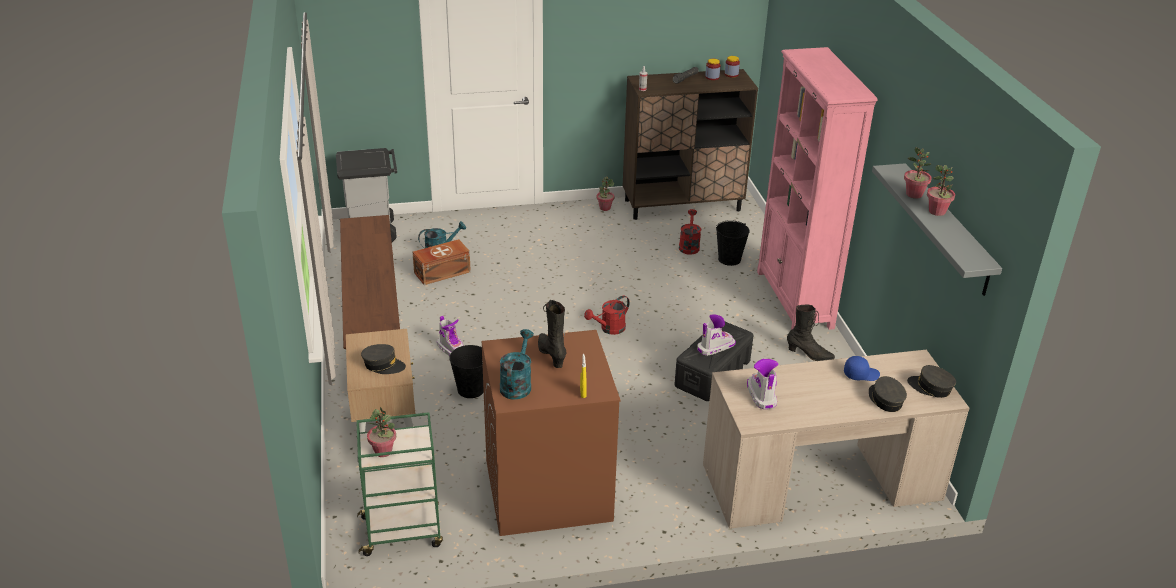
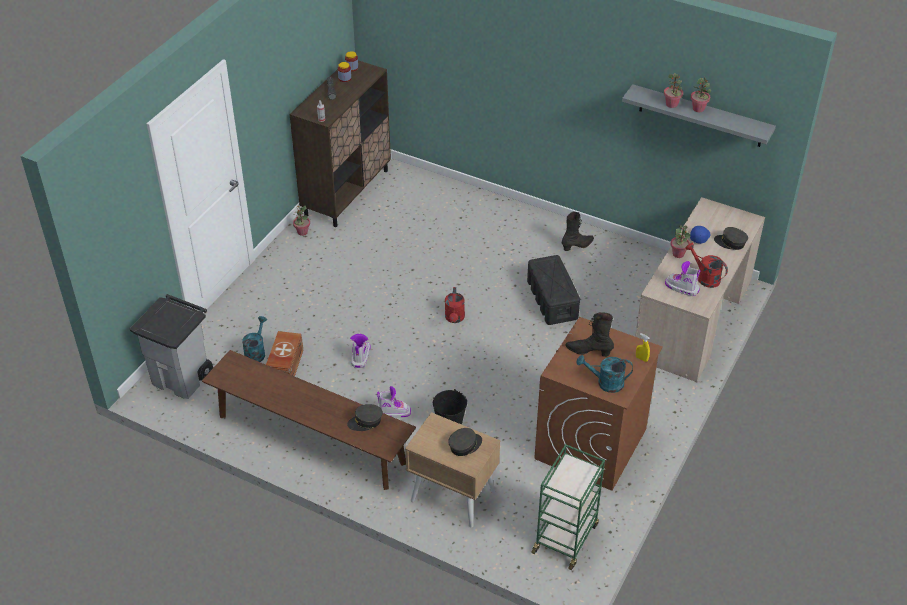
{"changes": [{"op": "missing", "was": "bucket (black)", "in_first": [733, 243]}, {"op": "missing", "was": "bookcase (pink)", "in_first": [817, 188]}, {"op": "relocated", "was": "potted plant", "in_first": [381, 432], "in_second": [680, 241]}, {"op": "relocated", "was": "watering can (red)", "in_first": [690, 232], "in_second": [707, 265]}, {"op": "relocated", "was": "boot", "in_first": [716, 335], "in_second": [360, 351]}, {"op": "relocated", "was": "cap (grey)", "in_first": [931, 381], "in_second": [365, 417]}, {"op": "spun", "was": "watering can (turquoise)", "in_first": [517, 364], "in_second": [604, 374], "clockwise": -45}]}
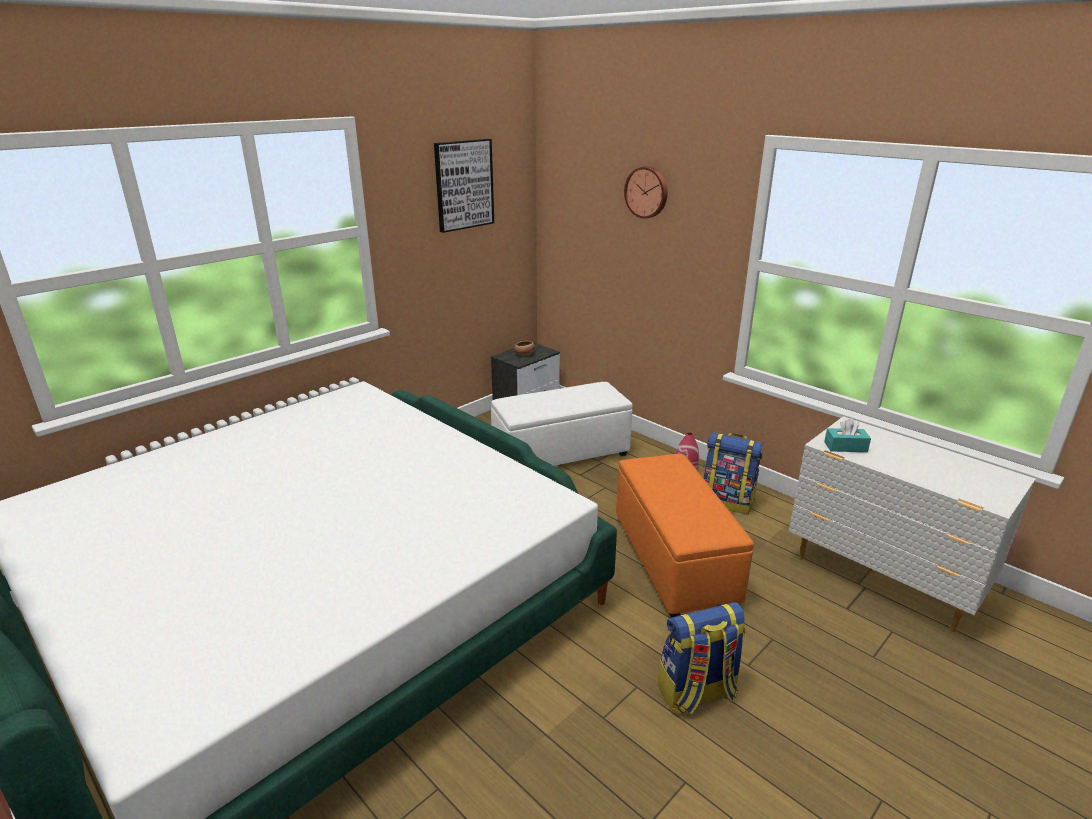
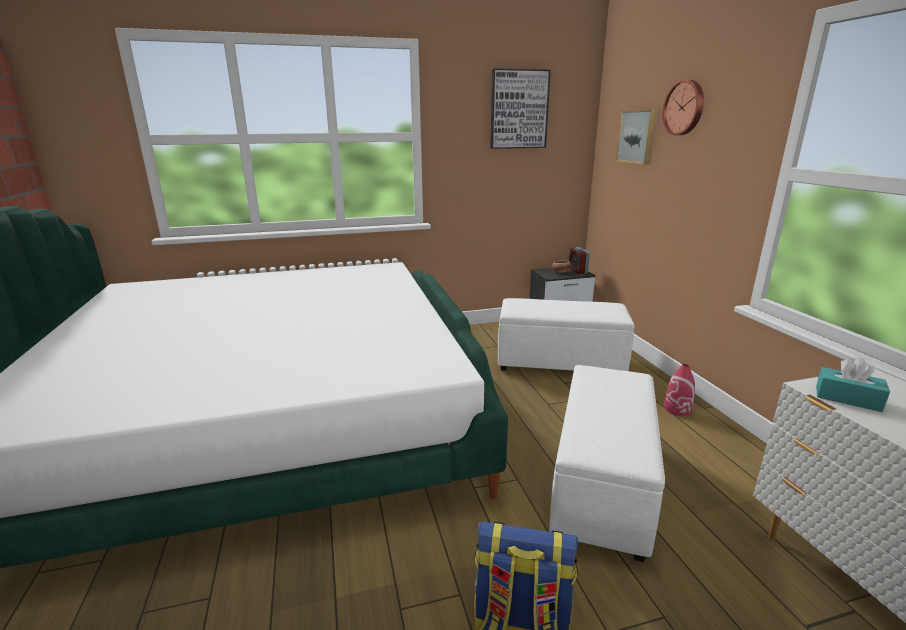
{"changes": [{"op": "missing", "was": "backpack", "in_first": [732, 473]}, {"op": "appeared", "now": "alarm clock", "in_second": [579, 260]}, {"op": "appeared", "now": "picture", "in_second": [637, 137]}, {"op": "colour", "was": "ottoman (orange)", "now": "ottoman (white)", "in_first": [685, 536], "in_second": [607, 463]}]}
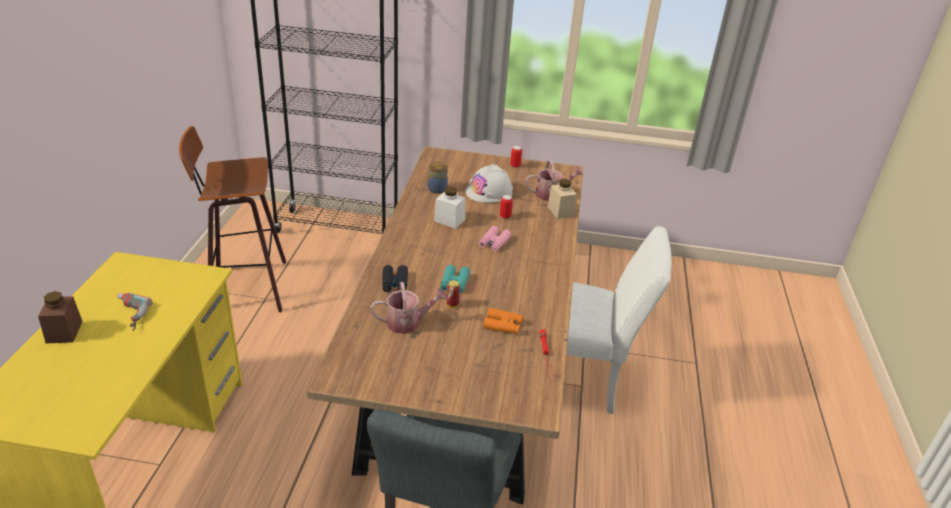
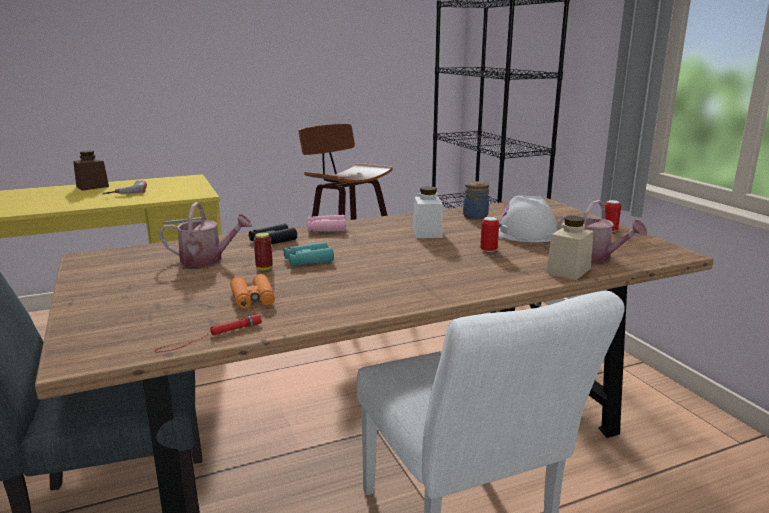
{"changes": [{"op": "relocated", "was": "binoculars (pink)", "in_first": [495, 238], "in_second": [326, 223]}, {"op": "spun", "was": "watering can", "in_first": [408, 308], "in_second": [205, 234], "clockwise": -45}]}
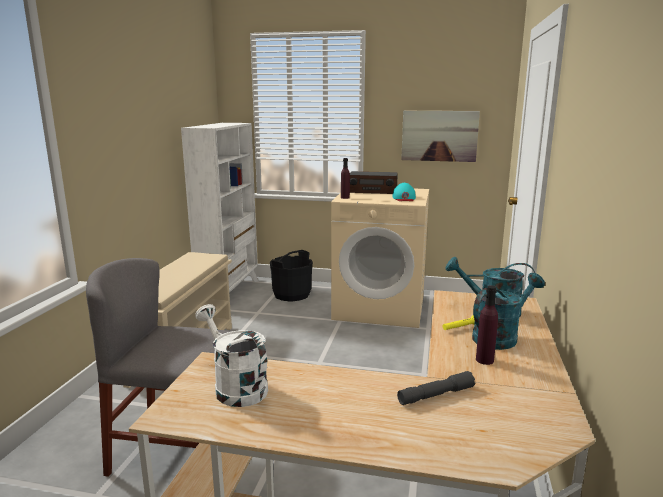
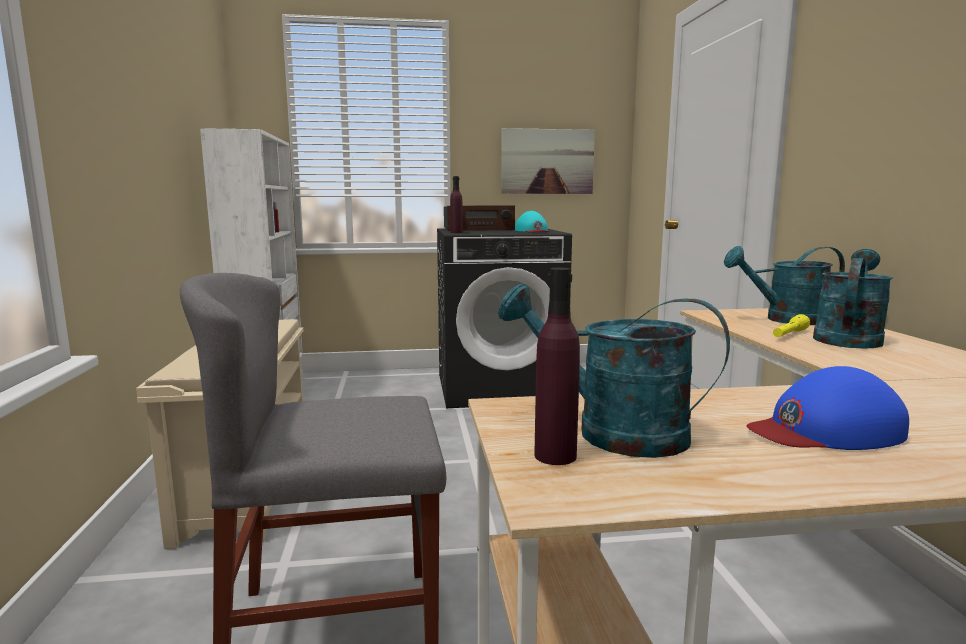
{"changes": [{"op": "missing", "was": "bucket (black)", "in_first": [291, 275]}, {"op": "missing", "was": "flashlight (grey)", "in_first": [436, 388]}, {"op": "appeared", "now": "cap (blue)", "in_second": [827, 408]}, {"op": "relocated", "was": "bottle (purple)", "in_first": [487, 325], "in_second": [557, 366]}, {"op": "colour", "was": "watering can (white)", "now": "watering can (turquoise)", "in_first": [231, 355], "in_second": [614, 371]}, {"op": "colour", "was": "washing machine (beige)", "now": "washing machine (black)", "in_first": [380, 258], "in_second": [504, 318]}]}
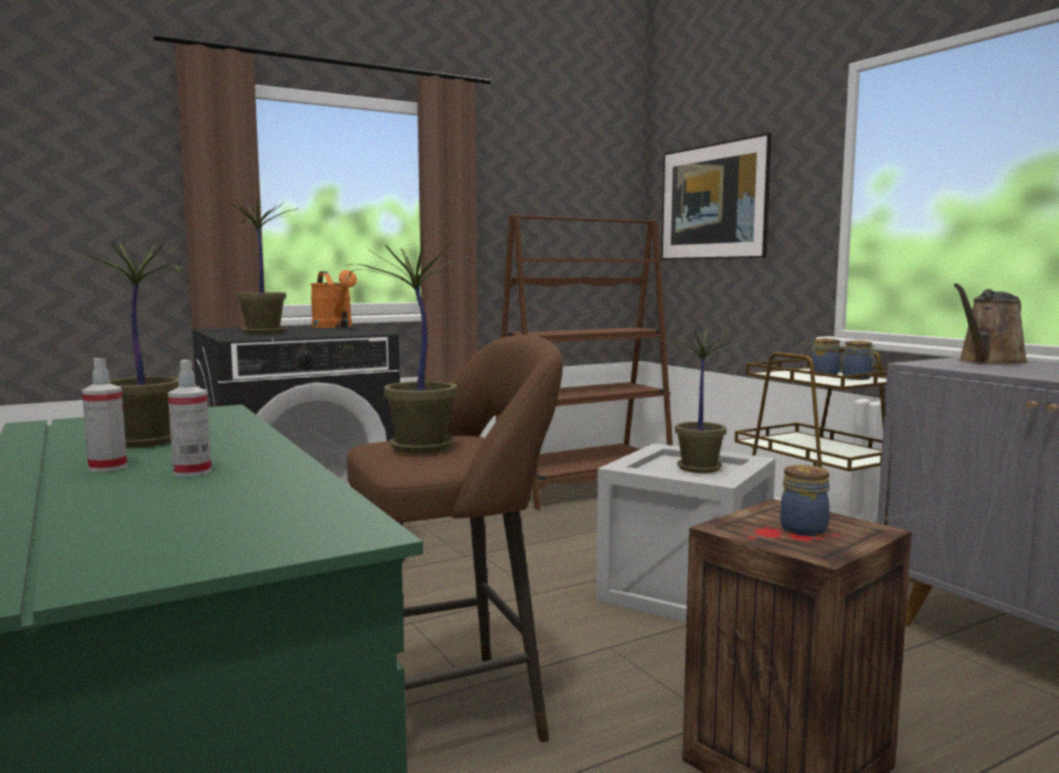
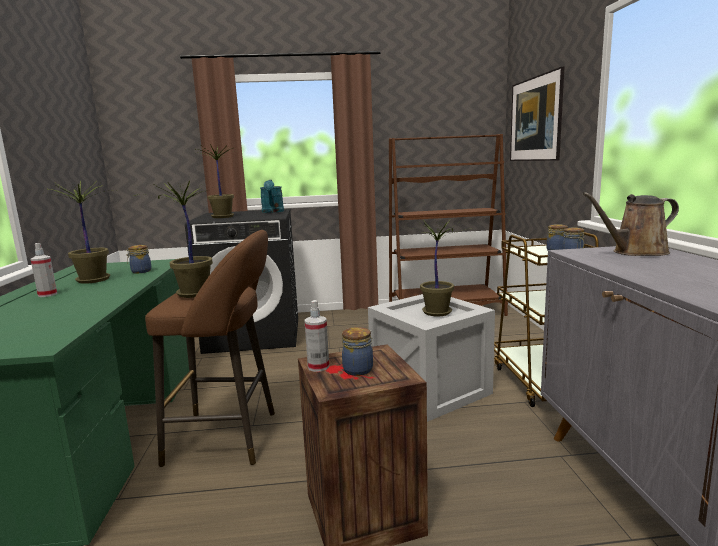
{"changes": [{"op": "appeared", "now": "jar", "in_second": [138, 259]}, {"op": "relocated", "was": "spray bottle", "in_first": [190, 418], "in_second": [316, 336]}, {"op": "colour", "was": "watering can (orange)", "now": "watering can (turquoise)", "in_first": [333, 299], "in_second": [272, 196]}]}
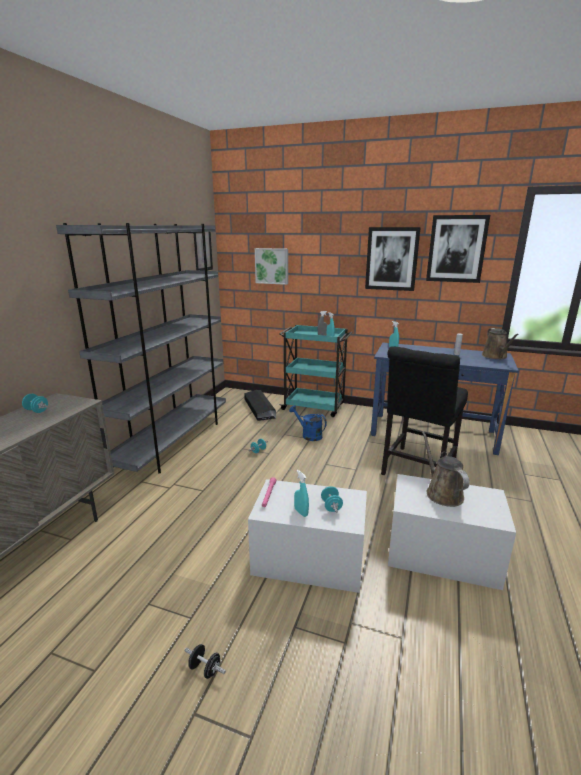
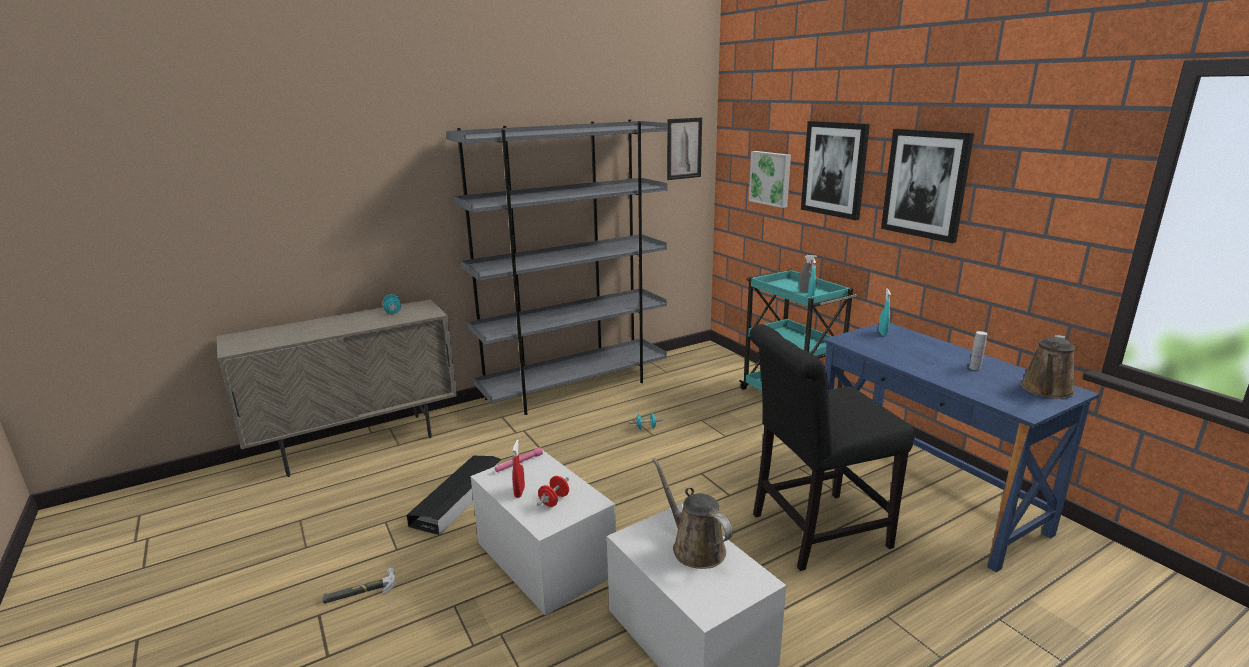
{"changes": [{"op": "missing", "was": "watering can (blue)", "in_first": [308, 423]}, {"op": "relocated", "was": "storage box (black)", "in_first": [260, 405], "in_second": [454, 496]}, {"op": "relocated", "was": "picture", "in_first": [458, 249], "in_second": [835, 170]}, {"op": "exchanged", "was": "dumbbell (black)", "now": "hammer", "in_first": [205, 661], "in_second": [359, 586]}, {"op": "colour", "was": "spray bottle (turquoise)", "now": "spray bottle (red)", "in_first": [301, 493], "in_second": [518, 469]}, {"op": "colour", "was": "dumbbell (turquoise)", "now": "dumbbell (red)", "in_first": [332, 499], "in_second": [553, 491]}, {"op": "spun", "was": "watering can (brown)", "in_first": [446, 469], "in_second": [692, 513], "clockwise": -60}]}
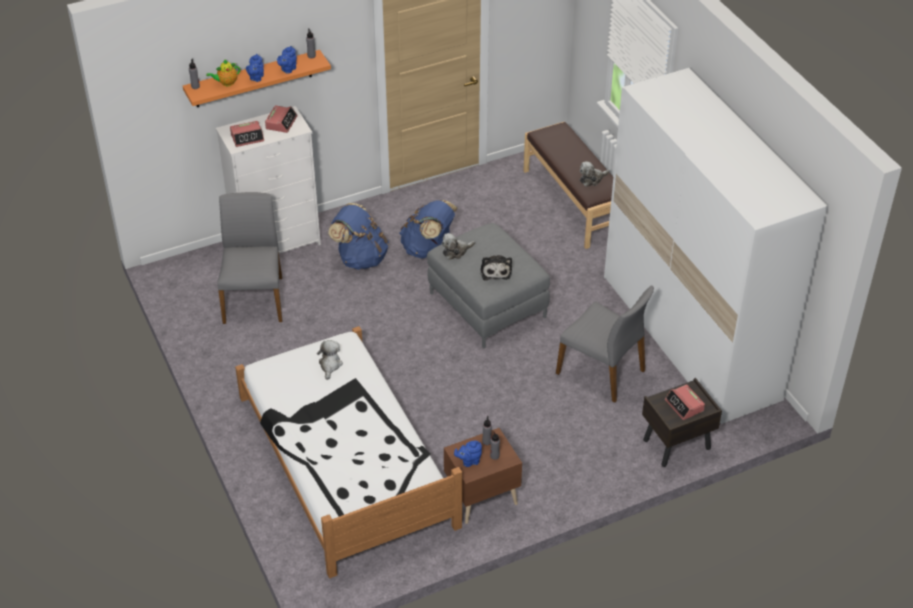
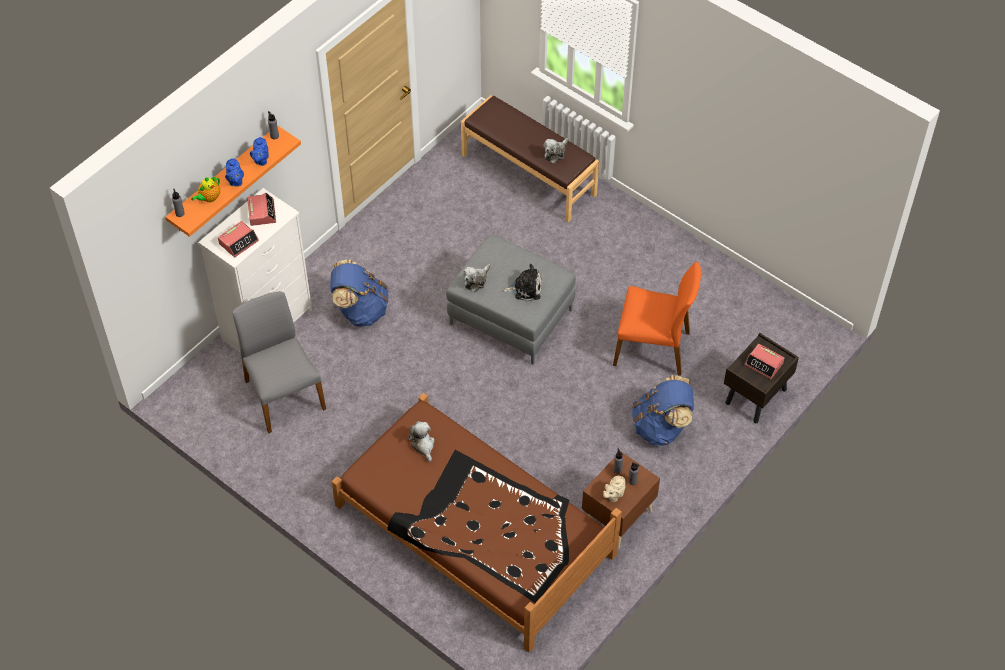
{"changes": [{"op": "missing", "was": "wardrobe (white)", "in_first": [716, 246]}, {"op": "relocated", "was": "backpack (blue)", "in_first": [428, 229], "in_second": [663, 410]}, {"op": "colour", "was": "bed (white)", "now": "bed (brown)", "in_first": [348, 452], "in_second": [477, 522]}, {"op": "colour", "was": "teapot (blue)", "now": "teapot (beige)", "in_first": [468, 454], "in_second": [614, 489]}, {"op": "colour", "was": "chair (grey)", "now": "chair (orange)", "in_first": [605, 344], "in_second": [657, 319]}, {"op": "spun", "was": "plush toy", "in_first": [496, 267], "in_second": [522, 282], "clockwise": -60}]}
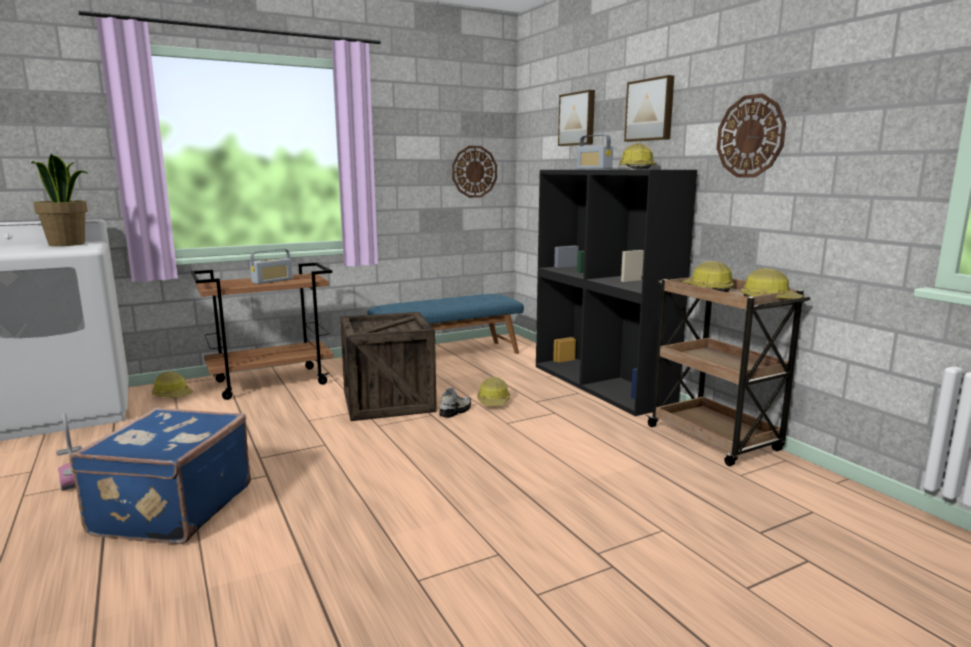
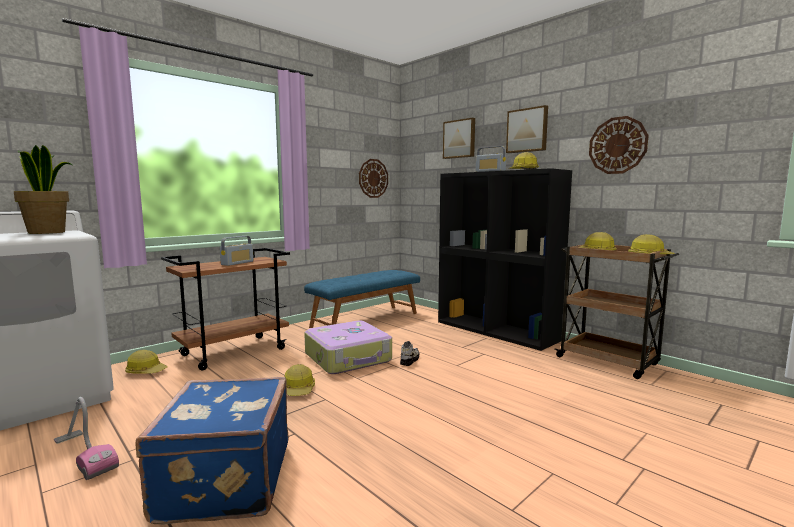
{"changes": [{"op": "relocated", "was": "hard hat", "in_first": [493, 391], "in_second": [300, 380]}, {"op": "exchanged", "was": "crate", "now": "suitcase", "in_first": [388, 366], "in_second": [348, 347]}]}
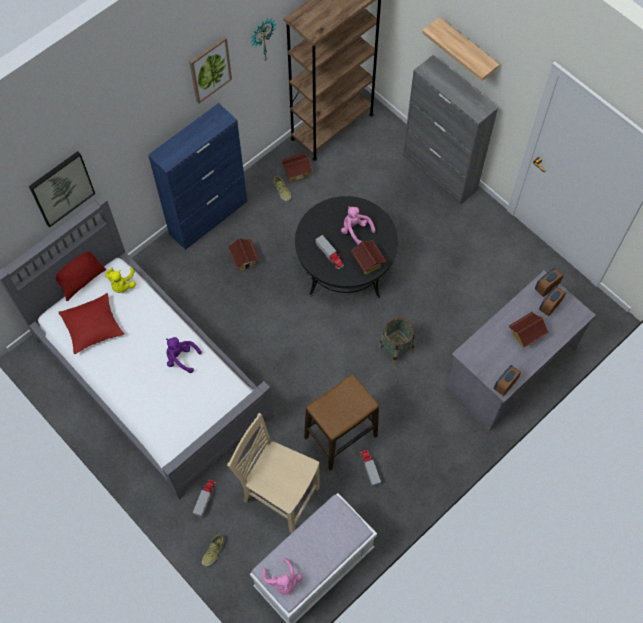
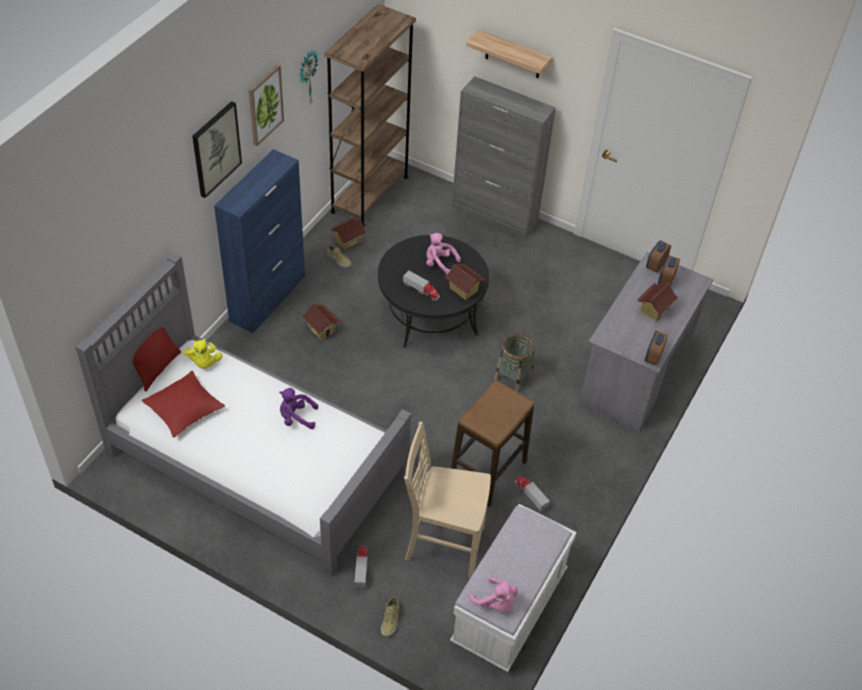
{"changes": [{"op": "relocated", "was": "picture", "in_first": [62, 189], "in_second": [217, 149]}]}
